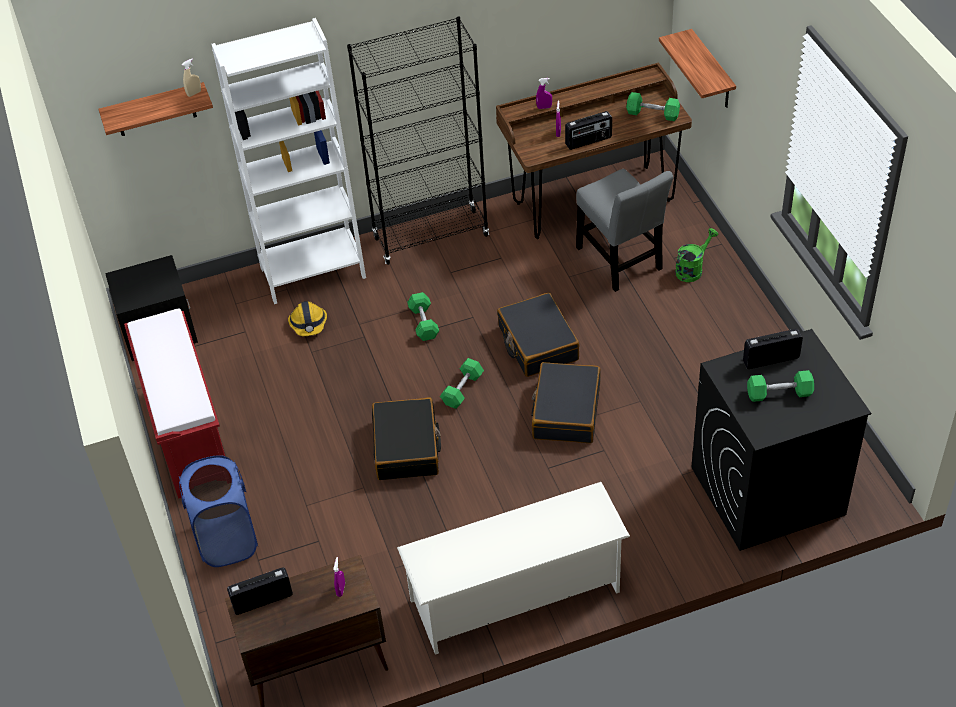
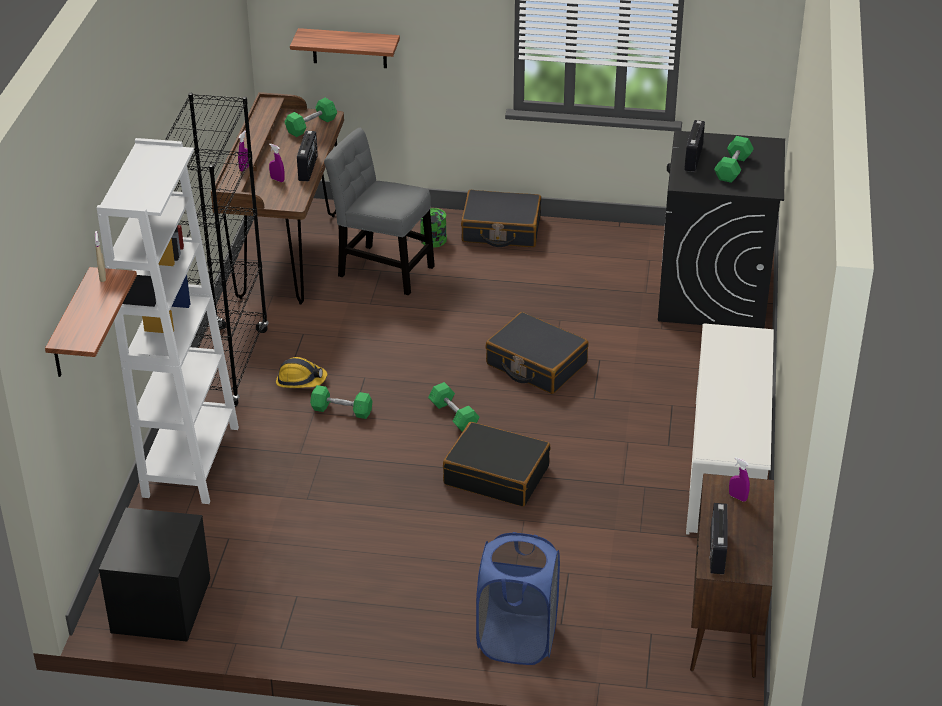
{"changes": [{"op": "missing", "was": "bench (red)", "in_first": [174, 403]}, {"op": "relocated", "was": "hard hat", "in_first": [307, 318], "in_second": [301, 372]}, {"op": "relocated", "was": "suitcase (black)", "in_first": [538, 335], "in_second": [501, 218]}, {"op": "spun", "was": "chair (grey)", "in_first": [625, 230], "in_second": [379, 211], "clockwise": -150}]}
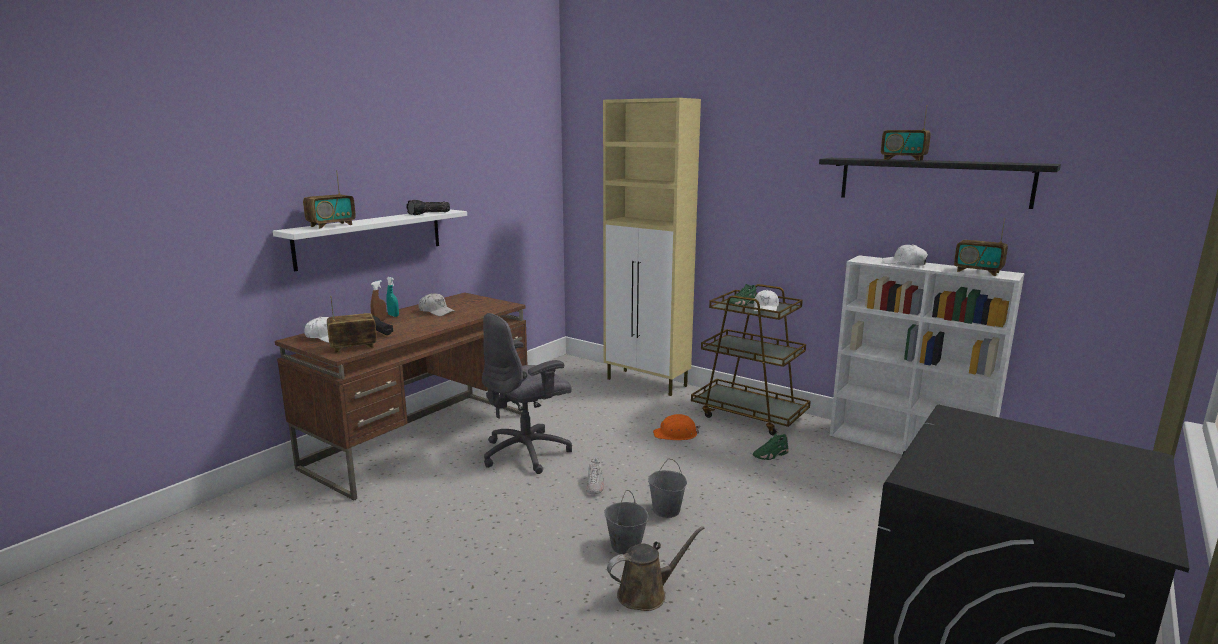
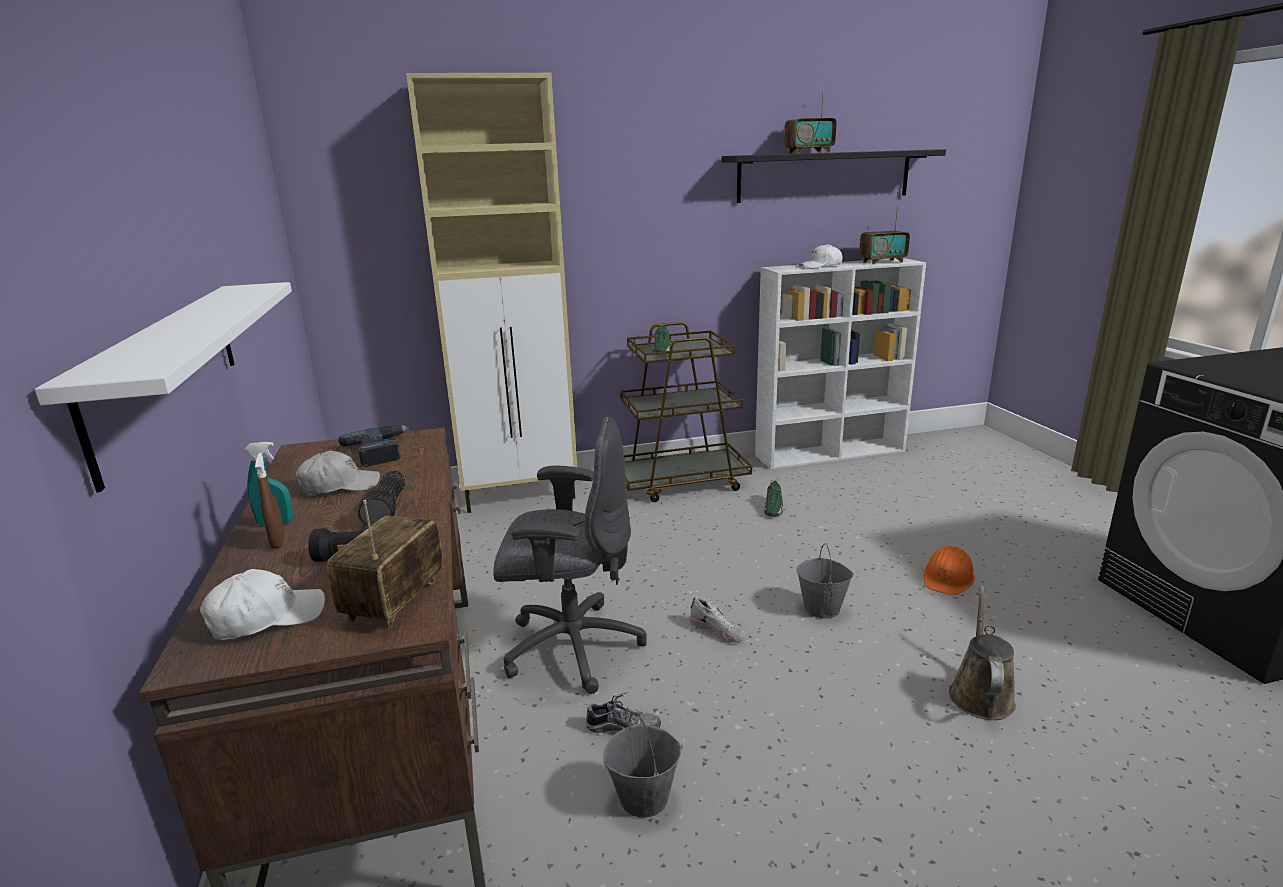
{"changes": [{"op": "missing", "was": "radio", "in_first": [329, 199]}, {"op": "missing", "was": "cap (white)", "in_first": [766, 301]}, {"op": "appeared", "now": "power drill", "in_second": [373, 446]}, {"op": "appeared", "now": "shoe", "in_second": [623, 713]}, {"op": "relocated", "was": "flashlight", "in_first": [428, 207], "in_second": [381, 499]}, {"op": "relocated", "was": "bucket (grey)", "in_first": [626, 522], "in_second": [642, 765]}, {"op": "relocated", "was": "hard hat (orange)", "in_first": [676, 427], "in_second": [949, 570]}, {"op": "spun", "was": "office chair (grey)", "in_first": [527, 393], "in_second": [570, 555], "clockwise": -90}]}
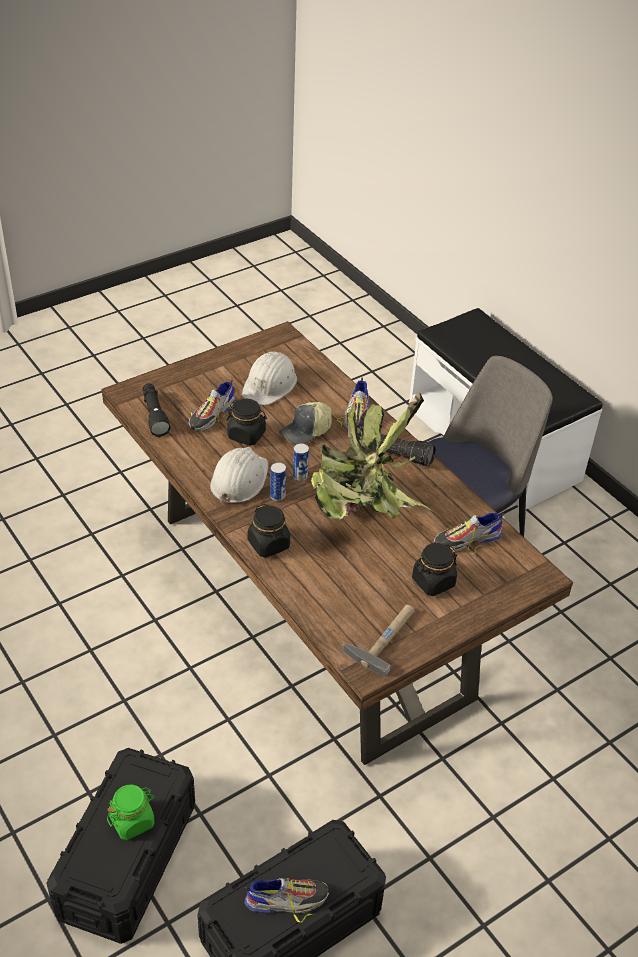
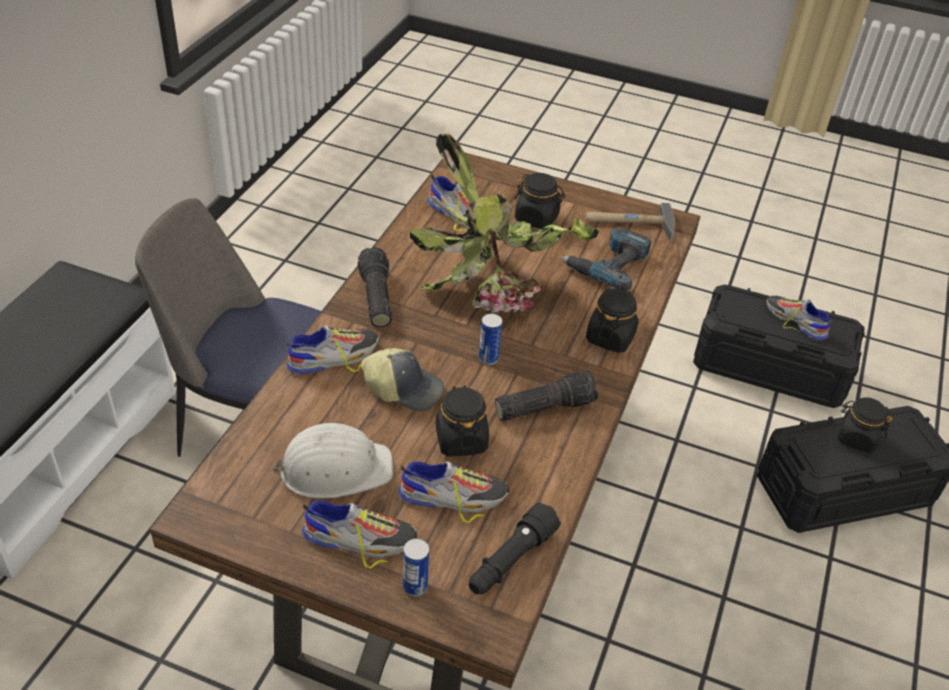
{"changes": [{"op": "appeared", "now": "shoe", "in_second": [359, 534]}, {"op": "appeared", "now": "power drill", "in_second": [606, 258]}, {"op": "relocated", "was": "can", "in_first": [278, 481], "in_second": [416, 567]}, {"op": "exchanged", "was": "hard hat (white)", "now": "flashlight", "in_first": [239, 475], "in_second": [546, 395]}, {"op": "colour", "was": "jar (green)", "now": "jar (black)", "in_first": [131, 812], "in_second": [865, 425]}]}
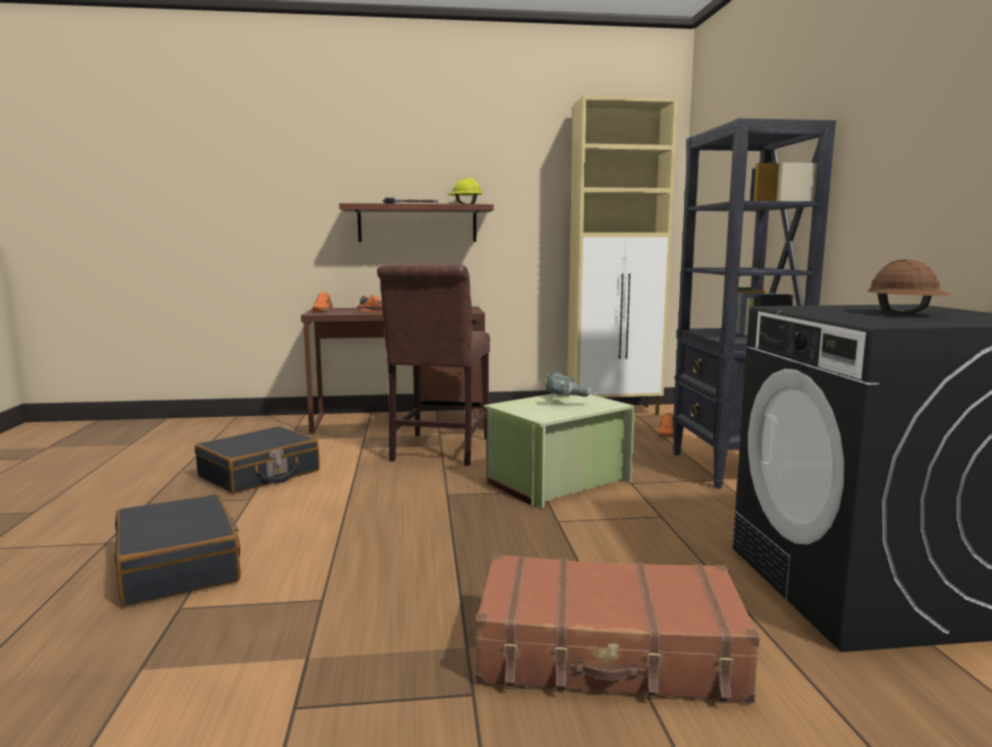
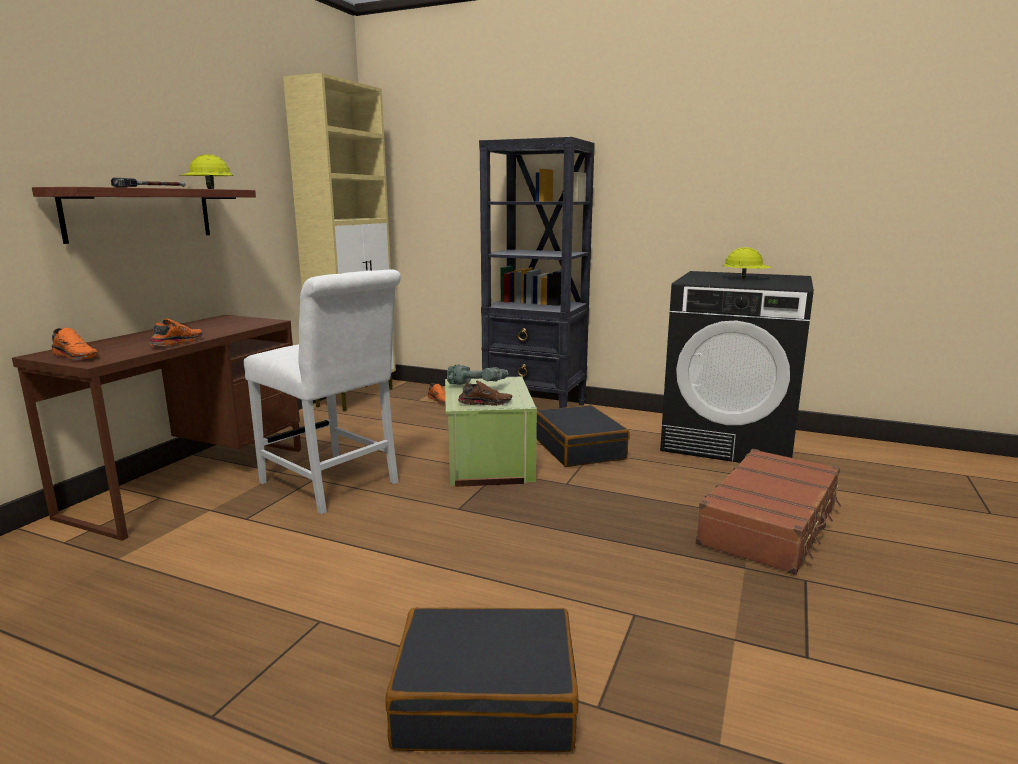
{"changes": [{"op": "appeared", "now": "shoe (brown)", "in_second": [485, 393]}, {"op": "relocated", "was": "suitcase (black)", "in_first": [257, 460], "in_second": [583, 436]}, {"op": "colour", "was": "chair (brown)", "now": "chair (white)", "in_first": [433, 364], "in_second": [322, 391]}, {"op": "colour", "was": "hard hat (brown)", "now": "hard hat (yellow)", "in_first": [910, 286], "in_second": [747, 263]}]}
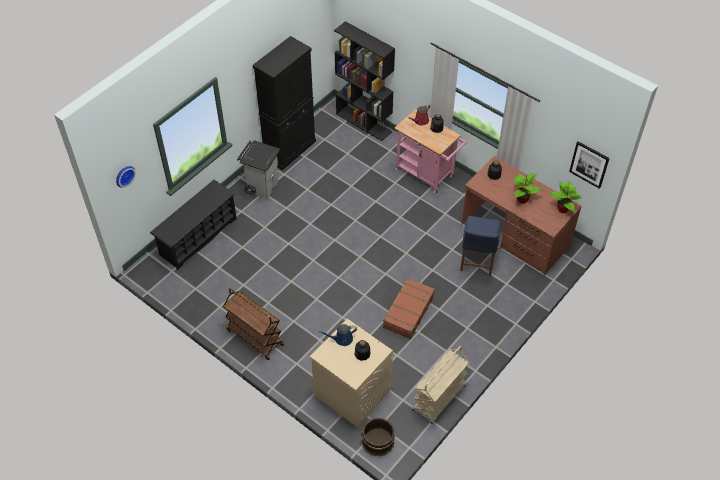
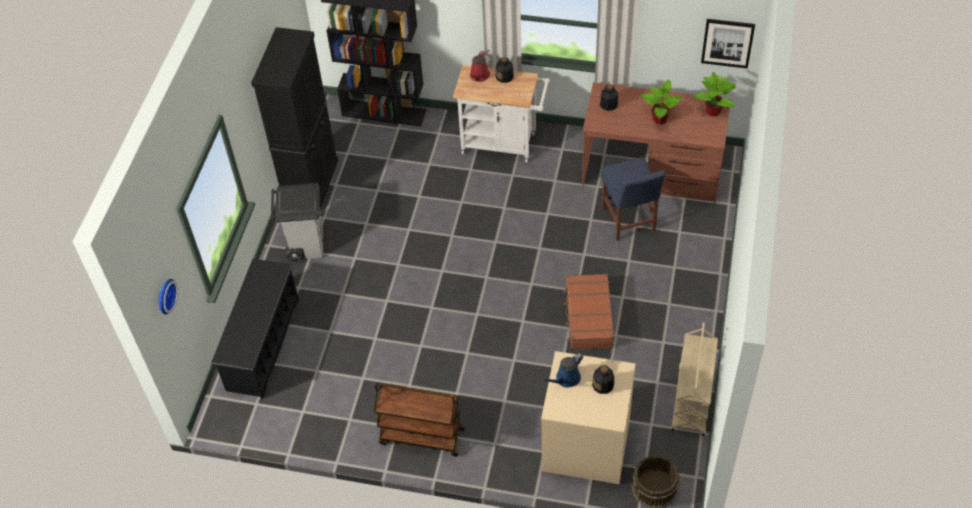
{"changes": [{"op": "colour", "was": "cart (pink)", "now": "cart (white)", "in_first": [431, 151], "in_second": [501, 114]}]}
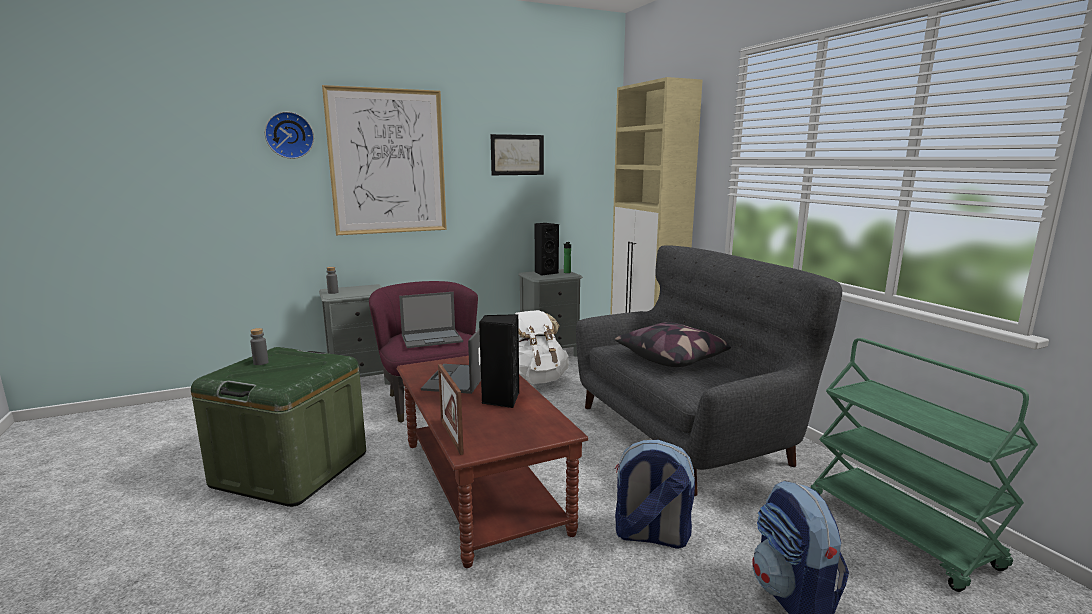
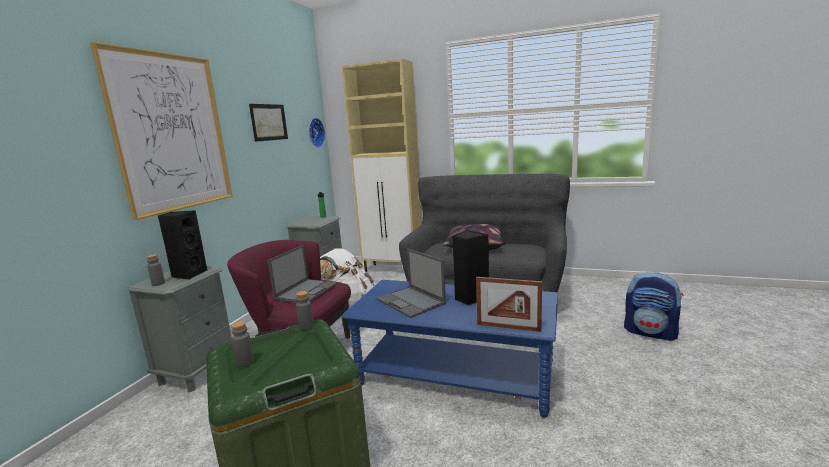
{"changes": [{"op": "missing", "was": "backpack", "in_first": [655, 494]}, {"op": "missing", "was": "cart (green)", "in_first": [924, 465]}, {"op": "appeared", "now": "bottle (grey)", "in_second": [305, 310]}, {"op": "relocated", "was": "wall clock", "in_first": [289, 135], "in_second": [317, 132]}, {"op": "relocated", "was": "speaker (black)", "in_first": [547, 249], "in_second": [183, 245]}, {"op": "colour", "was": "coffee table (brown)", "now": "coffee table (blue)", "in_first": [492, 462], "in_second": [449, 349]}]}
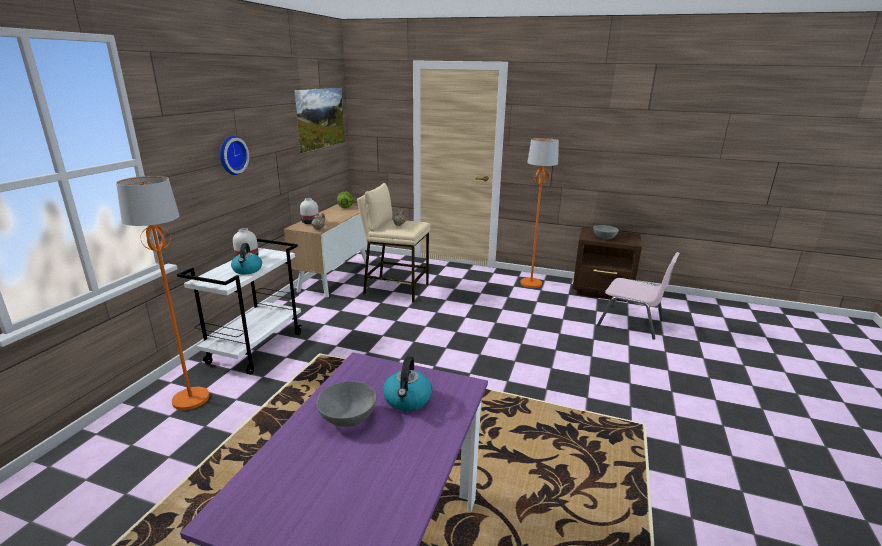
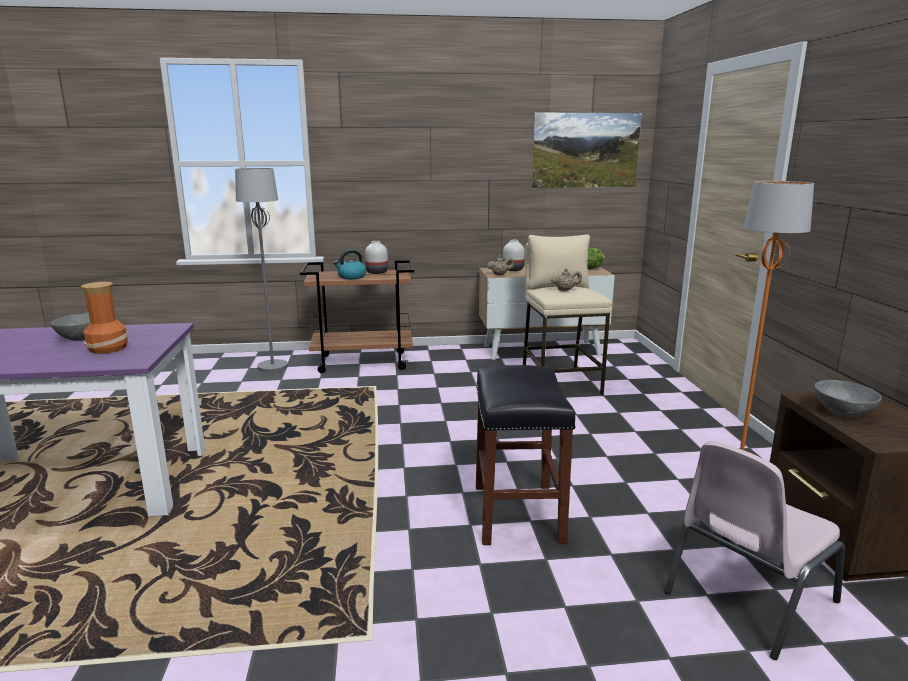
{"changes": [{"op": "missing", "was": "wall clock", "in_first": [234, 155]}, {"op": "appeared", "now": "stool (black)", "in_second": [526, 455]}, {"op": "exchanged", "was": "kettle", "now": "vase", "in_first": [407, 383], "in_second": [104, 318]}, {"op": "colour", "was": "floor lamp (orange)", "now": "floor lamp (grey)", "in_first": [162, 293], "in_second": [261, 270]}, {"op": "colour", "was": "cart (white)", "now": "cart (brown)", "in_first": [239, 306], "in_second": [357, 316]}, {"op": "spun", "was": "chair (pink)", "in_first": [638, 296], "in_second": [754, 550], "clockwise": 45}]}
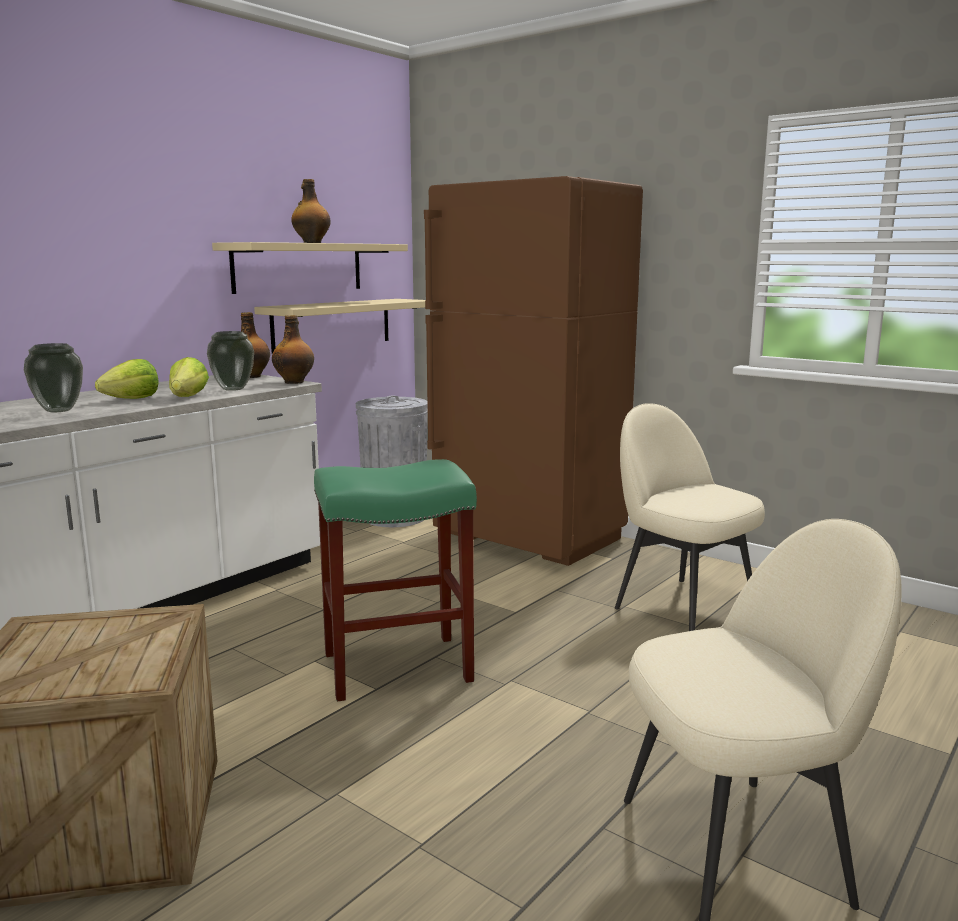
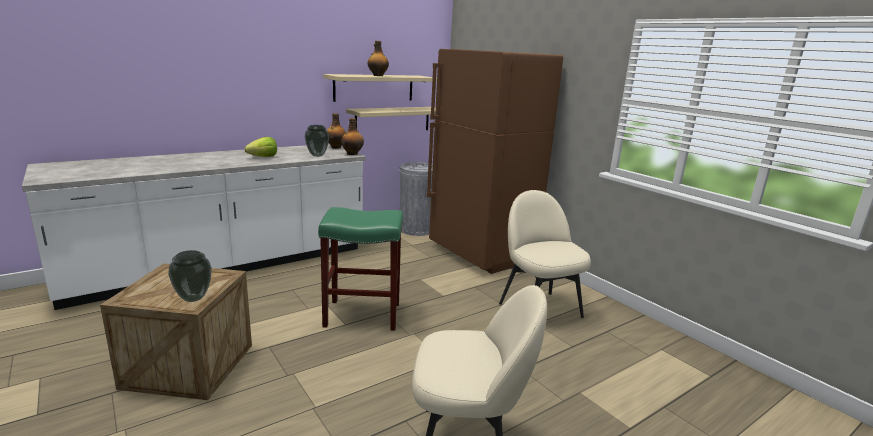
{"changes": [{"op": "missing", "was": "lettuce", "in_first": [189, 377]}, {"op": "relocated", "was": "vase", "in_first": [53, 377], "in_second": [190, 276]}]}
